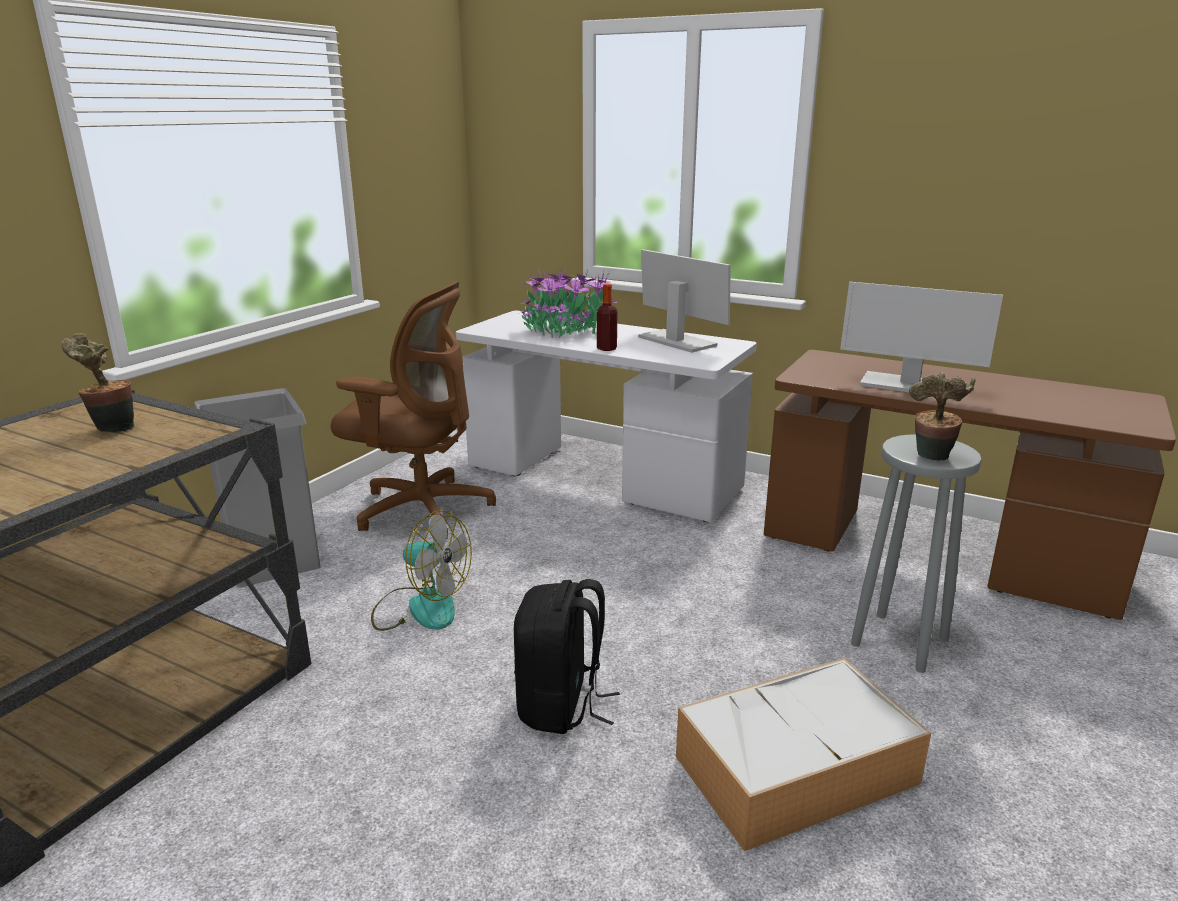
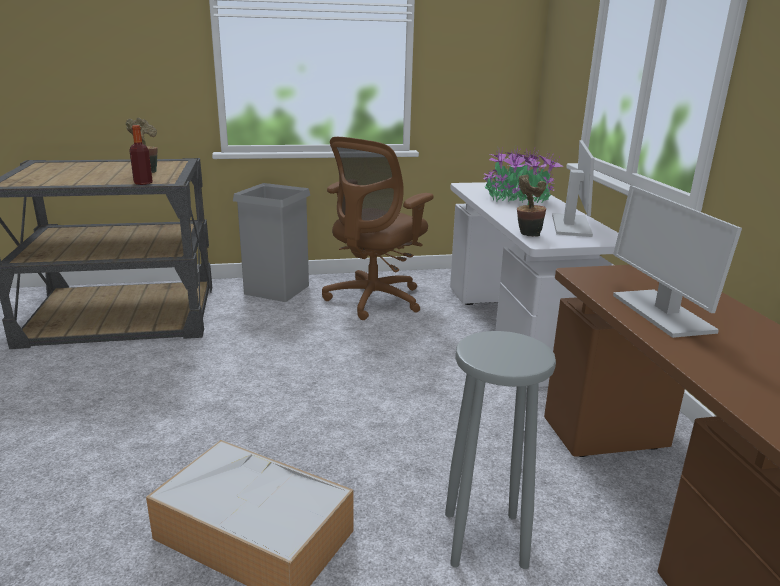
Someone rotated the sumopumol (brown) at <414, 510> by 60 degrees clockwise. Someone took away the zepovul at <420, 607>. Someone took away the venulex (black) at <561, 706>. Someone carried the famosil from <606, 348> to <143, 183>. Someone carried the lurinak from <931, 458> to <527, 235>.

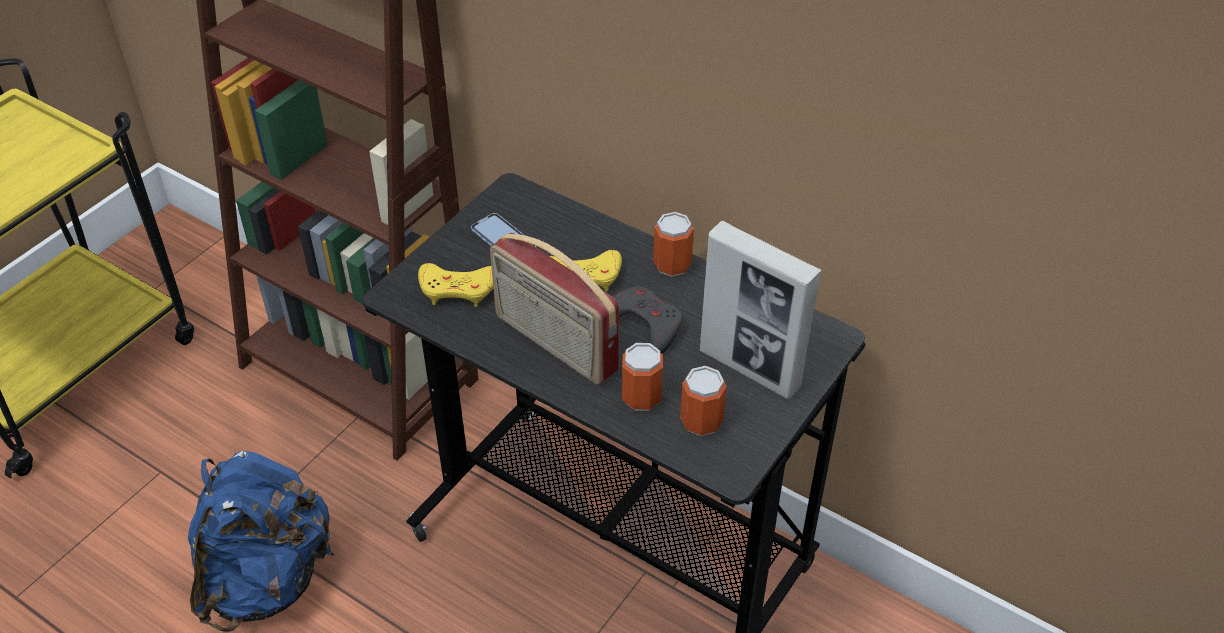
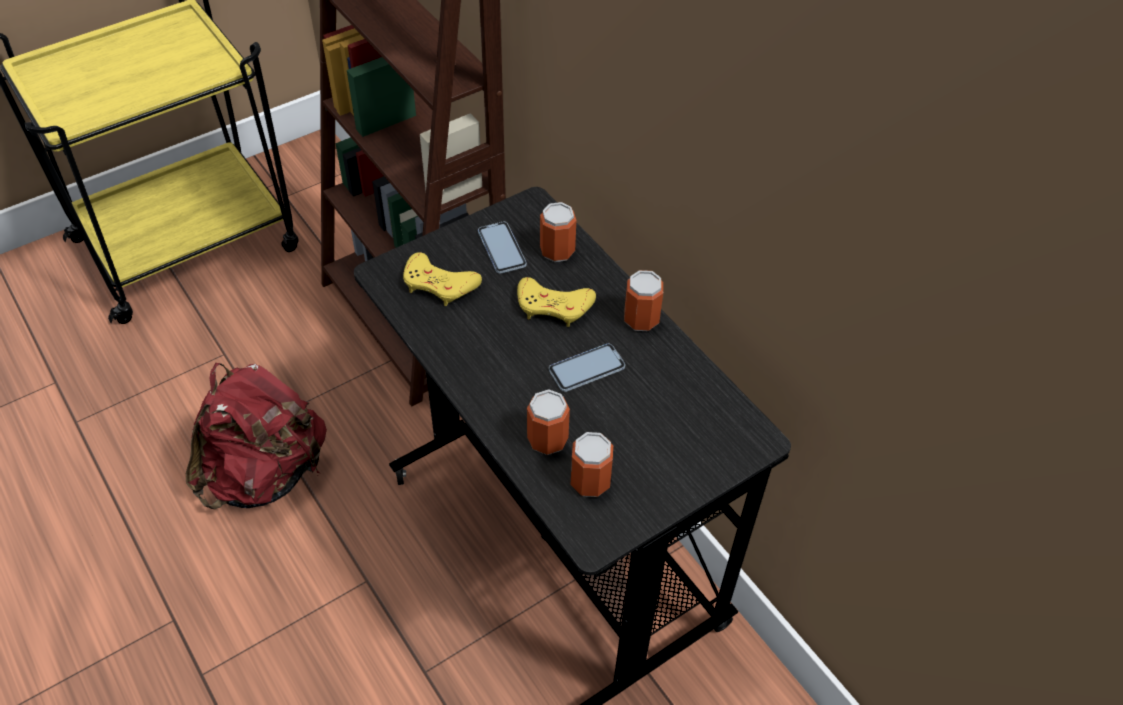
Someone repainted the venulex (blue) at <267, 579>, which became the venulex (red) at <265, 474>. Someone took away the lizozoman at <554, 345>. Someone swapped the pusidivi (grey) at <644, 323> for the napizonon at <586, 369>. Someone took away the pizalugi at <750, 369>. Someone put down the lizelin at <557, 251>.

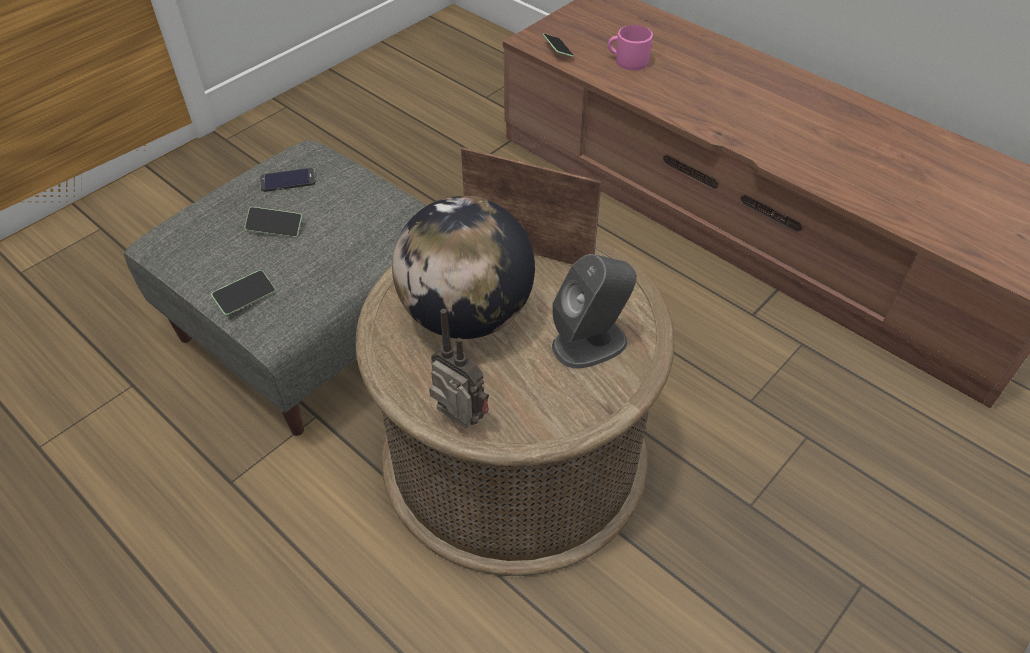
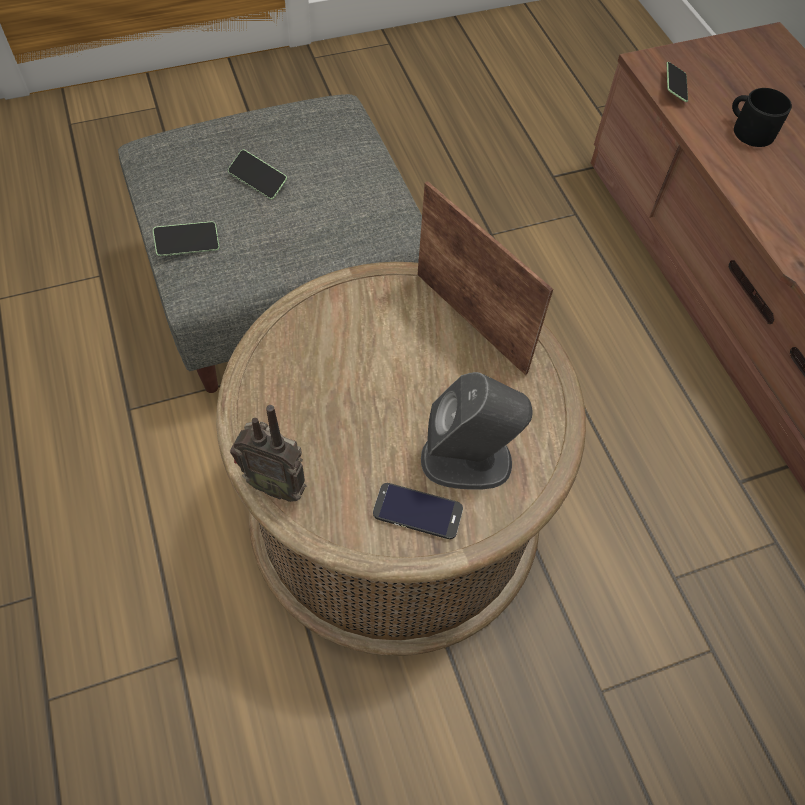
Someone carried the napizonon from <288, 180> to <417, 511>. Someone took away the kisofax at <466, 315>. Someone rotated the lizozoman at <459, 422> by 135 degrees clockwise. Someone repainted the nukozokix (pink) at <627, 60>, which became the nukozokix (black) at <749, 129>.

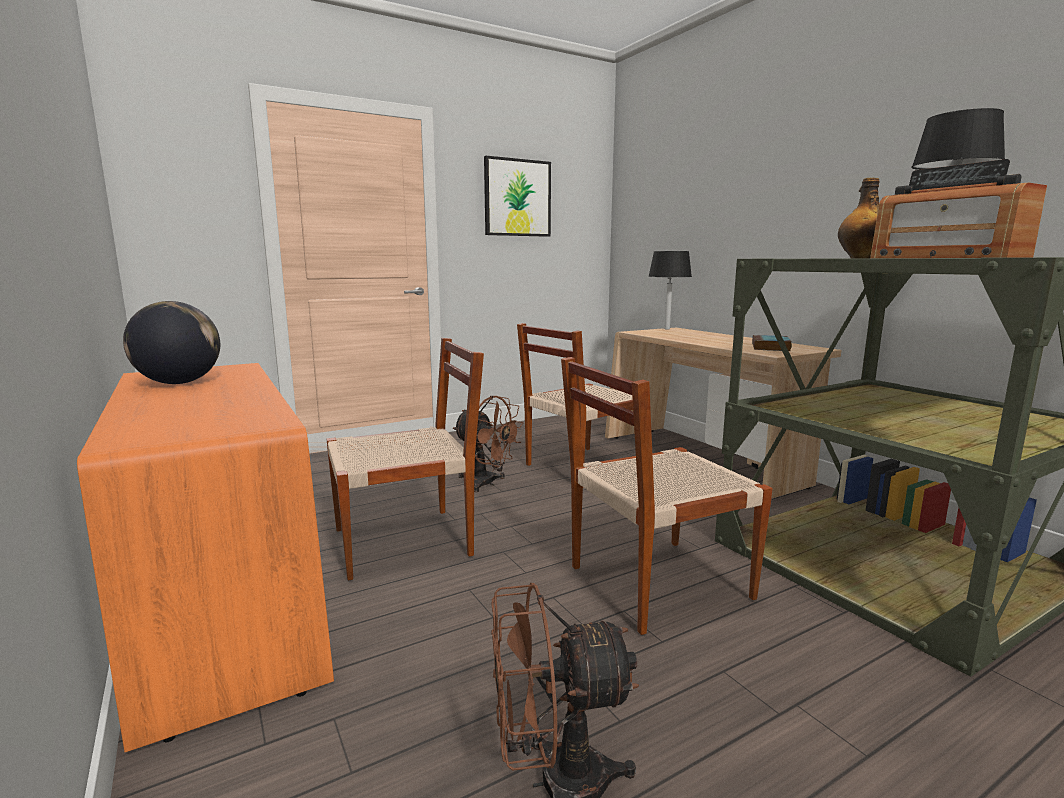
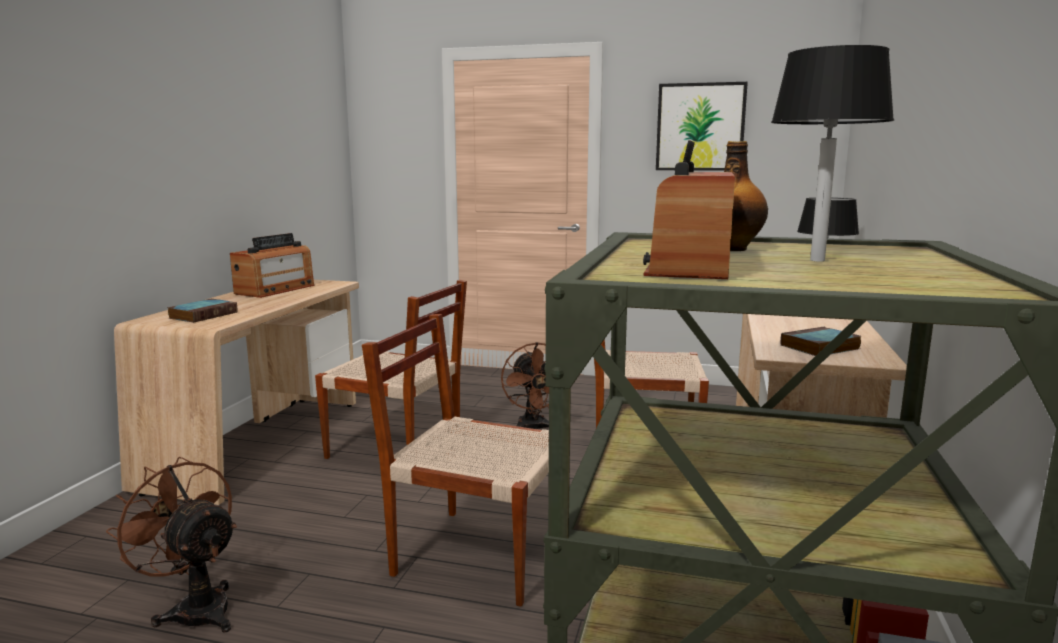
Someone repainted the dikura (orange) at <224, 600>, which became the dikura (beige) at <262, 443>. Someone swapped the kisofax at <179, 383> for the lizozoman at <275, 289>. Someone put down the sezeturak at <204, 315>.

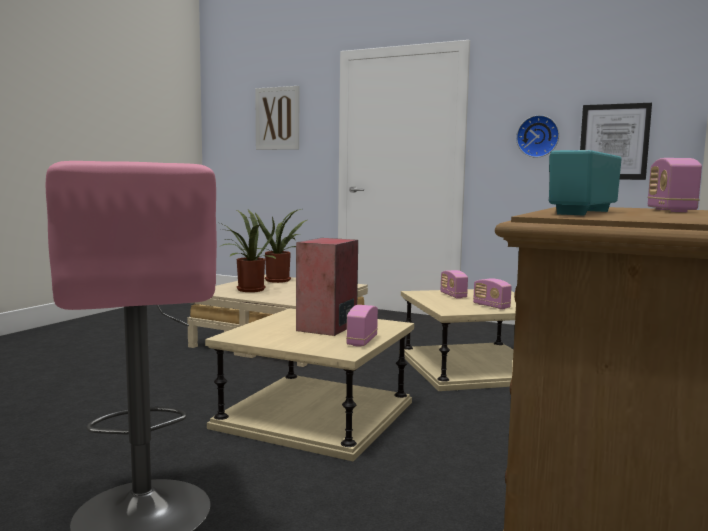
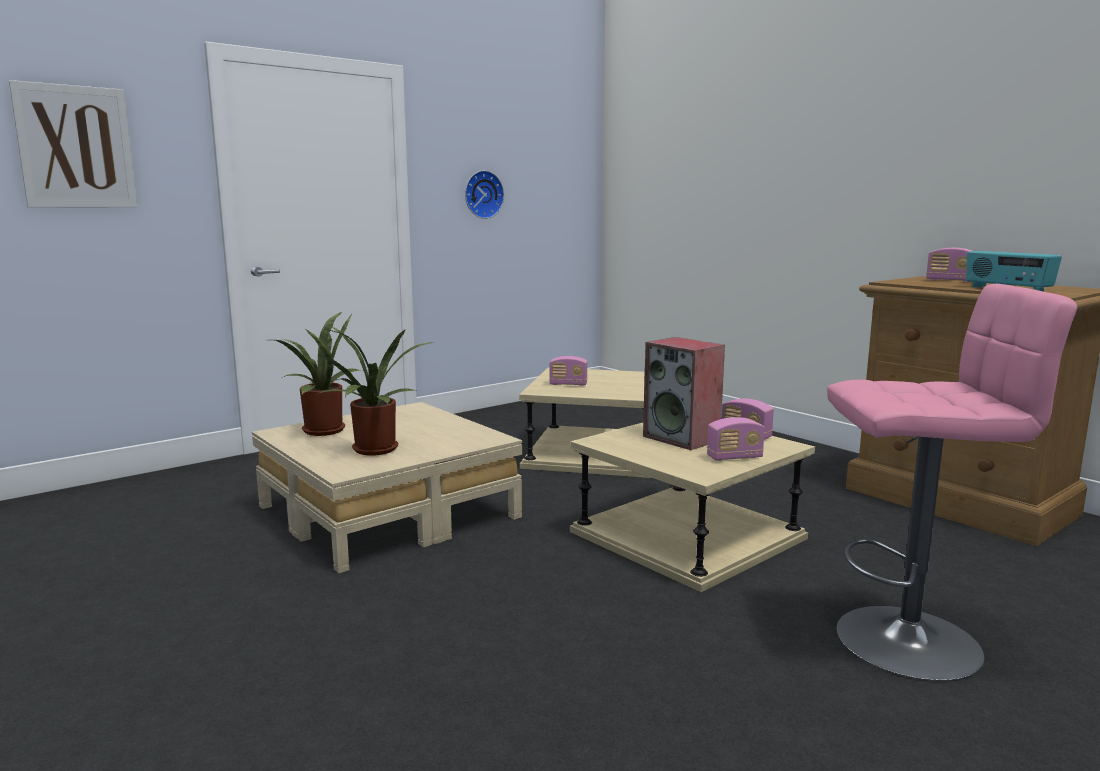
Someone carried the lizozoman from <491, 306> to <734, 457>. Someone took away the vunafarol at <614, 142>.

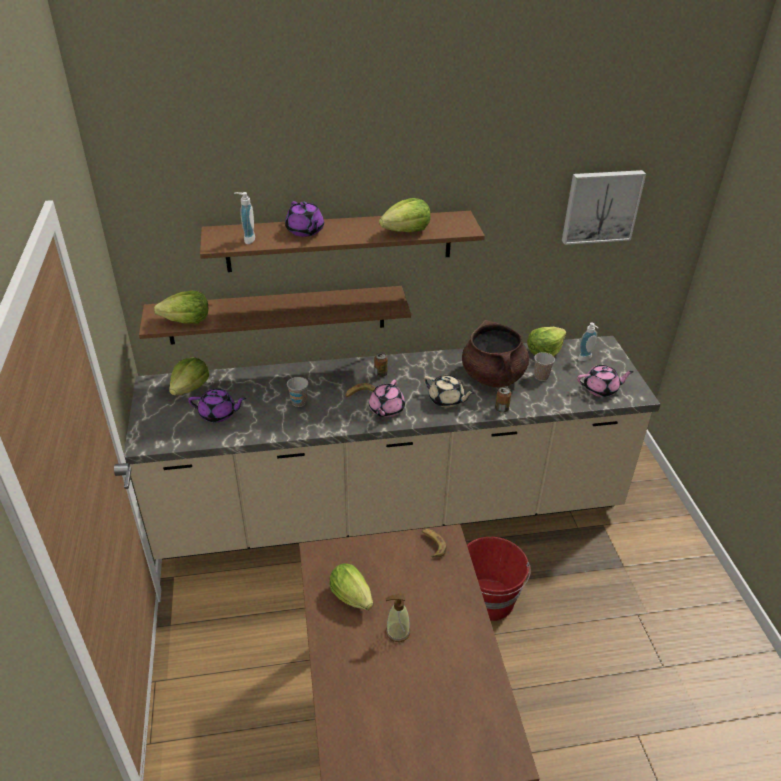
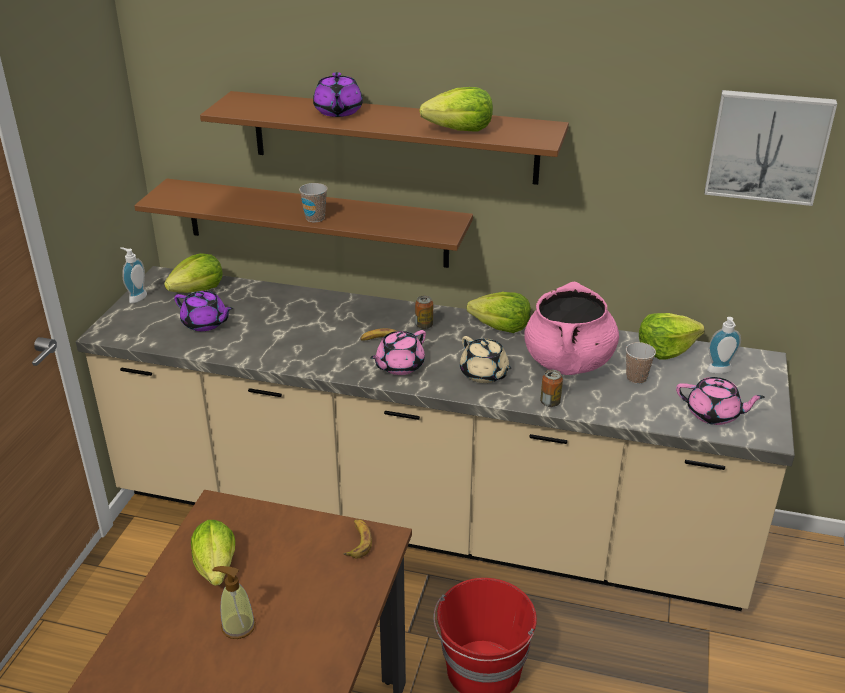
Someone carried the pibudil from <187, 321> to <501, 327>. Someone carried the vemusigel from <247, 239> to <136, 297>. Someone carried the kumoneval from <299, 402> to <315, 218>. Someone repainted the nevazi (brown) at <493, 376>, which became the nevazi (pink) at <568, 362>.

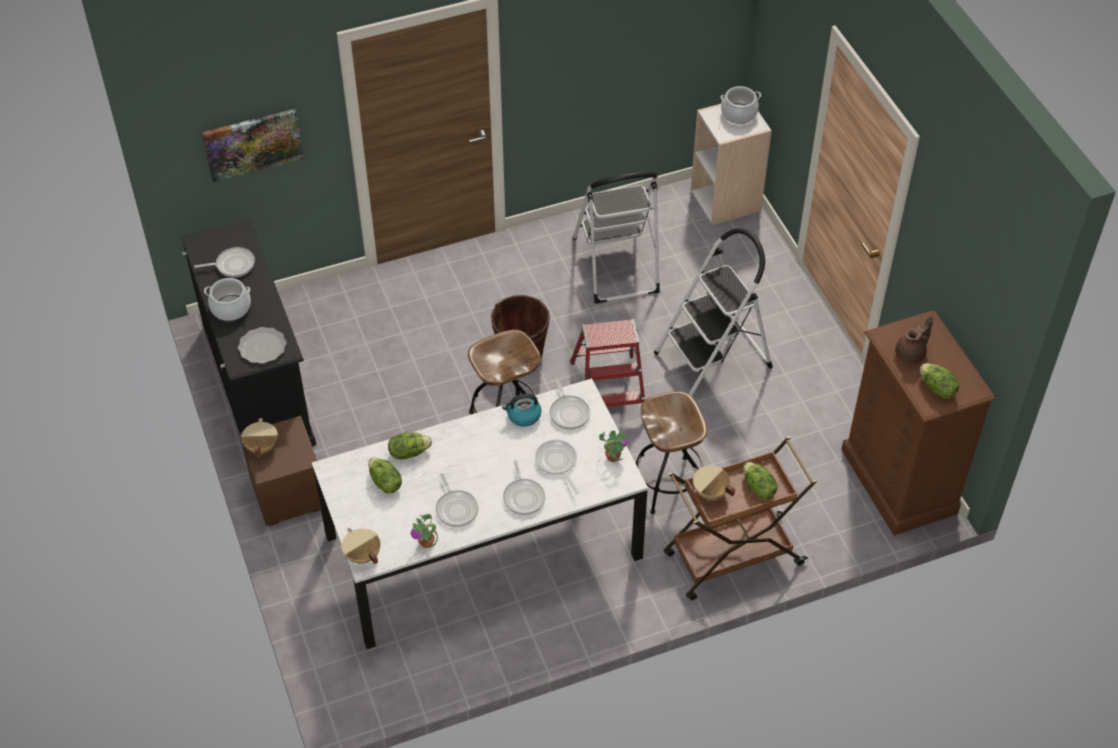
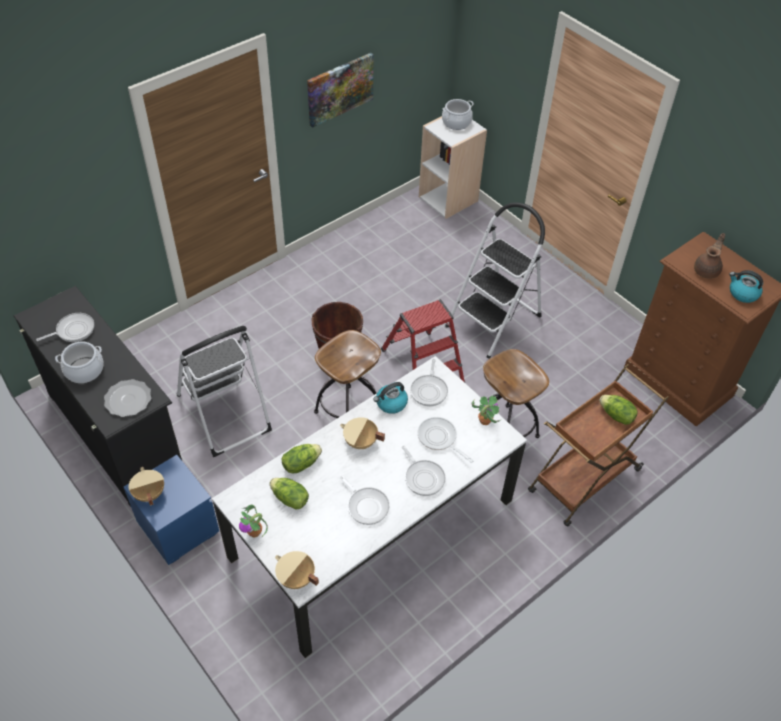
Someone carried the vunafarol from <253, 143> to <340, 89>. Someone repainted the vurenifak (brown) at <286, 493>, which became the vurenifak (blue) at <177, 528>. Someone carried the lurinak from <427, 543> to <255, 532>. Someone rotated the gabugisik at <569, 412> by 45 degrees clockwise. Someone carried the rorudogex from <615, 267> to <224, 414>. Someone carried the nevazi (beige) from <710, 492> to <360, 442>. Someone swapped the pibudil at <937, 388> for the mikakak at <742, 293>.

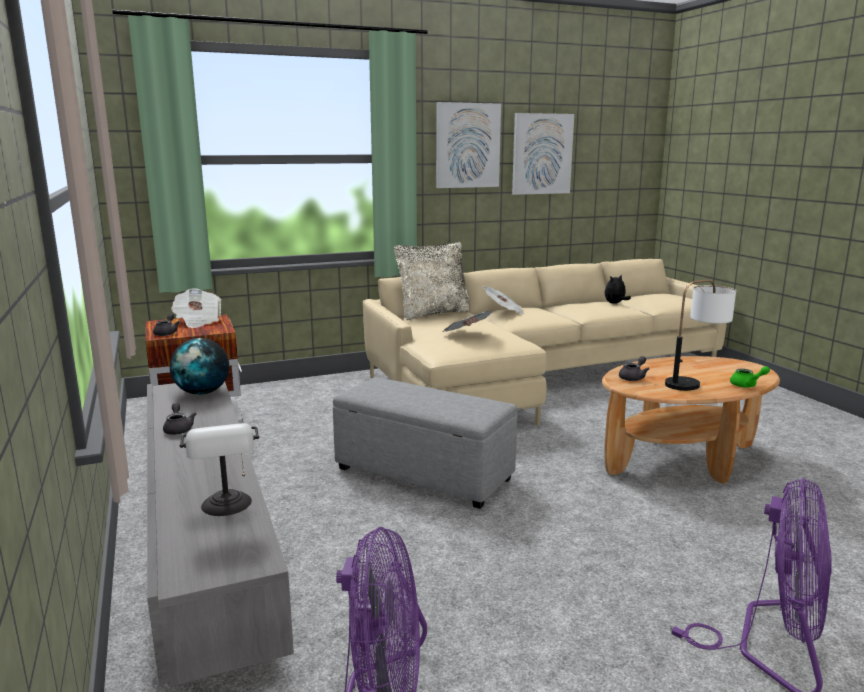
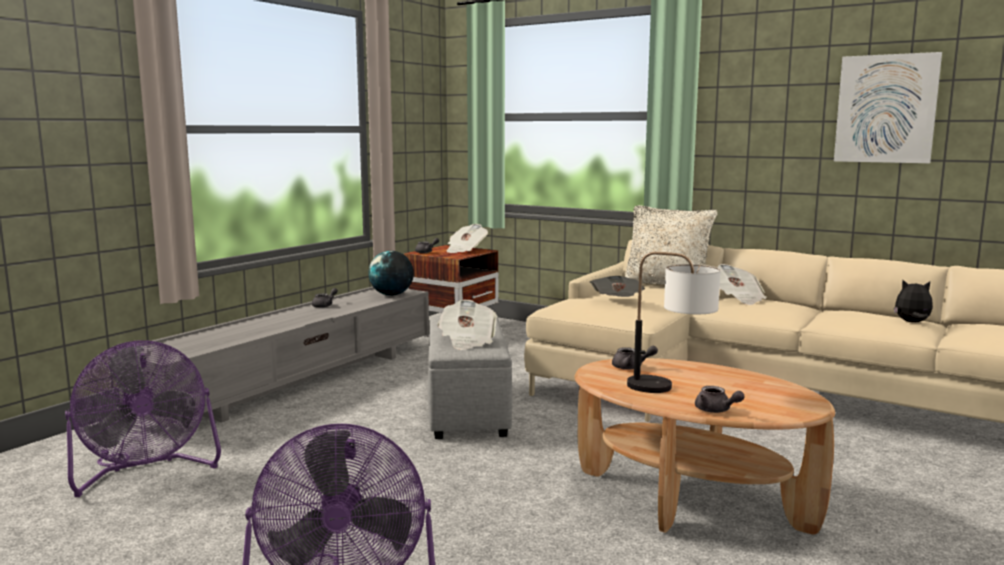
Someone took away the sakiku at <228, 508>. Someone took away the vunafarol at <467, 145>. Someone repainted the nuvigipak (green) at <747, 385>, which became the nuvigipak (grey) at <716, 411>. Someone put down the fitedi at <467, 341>.

